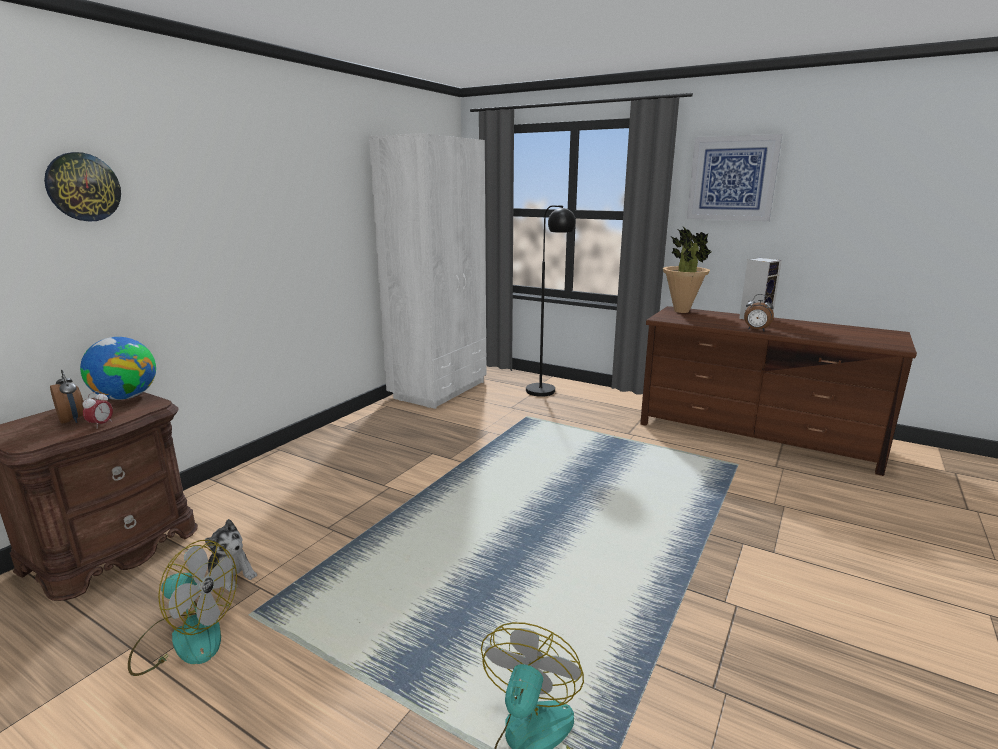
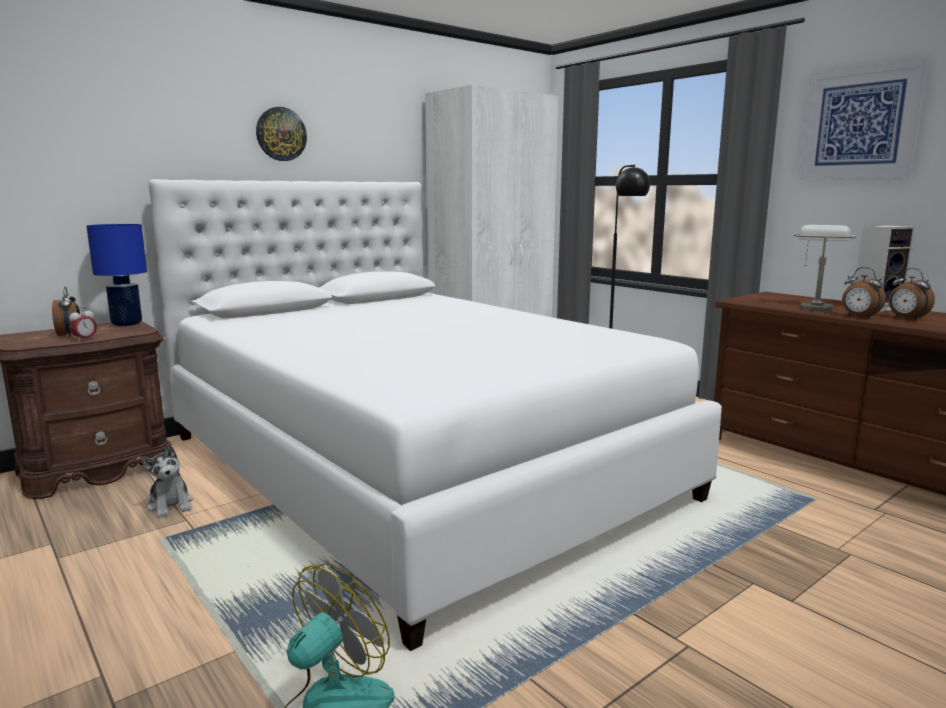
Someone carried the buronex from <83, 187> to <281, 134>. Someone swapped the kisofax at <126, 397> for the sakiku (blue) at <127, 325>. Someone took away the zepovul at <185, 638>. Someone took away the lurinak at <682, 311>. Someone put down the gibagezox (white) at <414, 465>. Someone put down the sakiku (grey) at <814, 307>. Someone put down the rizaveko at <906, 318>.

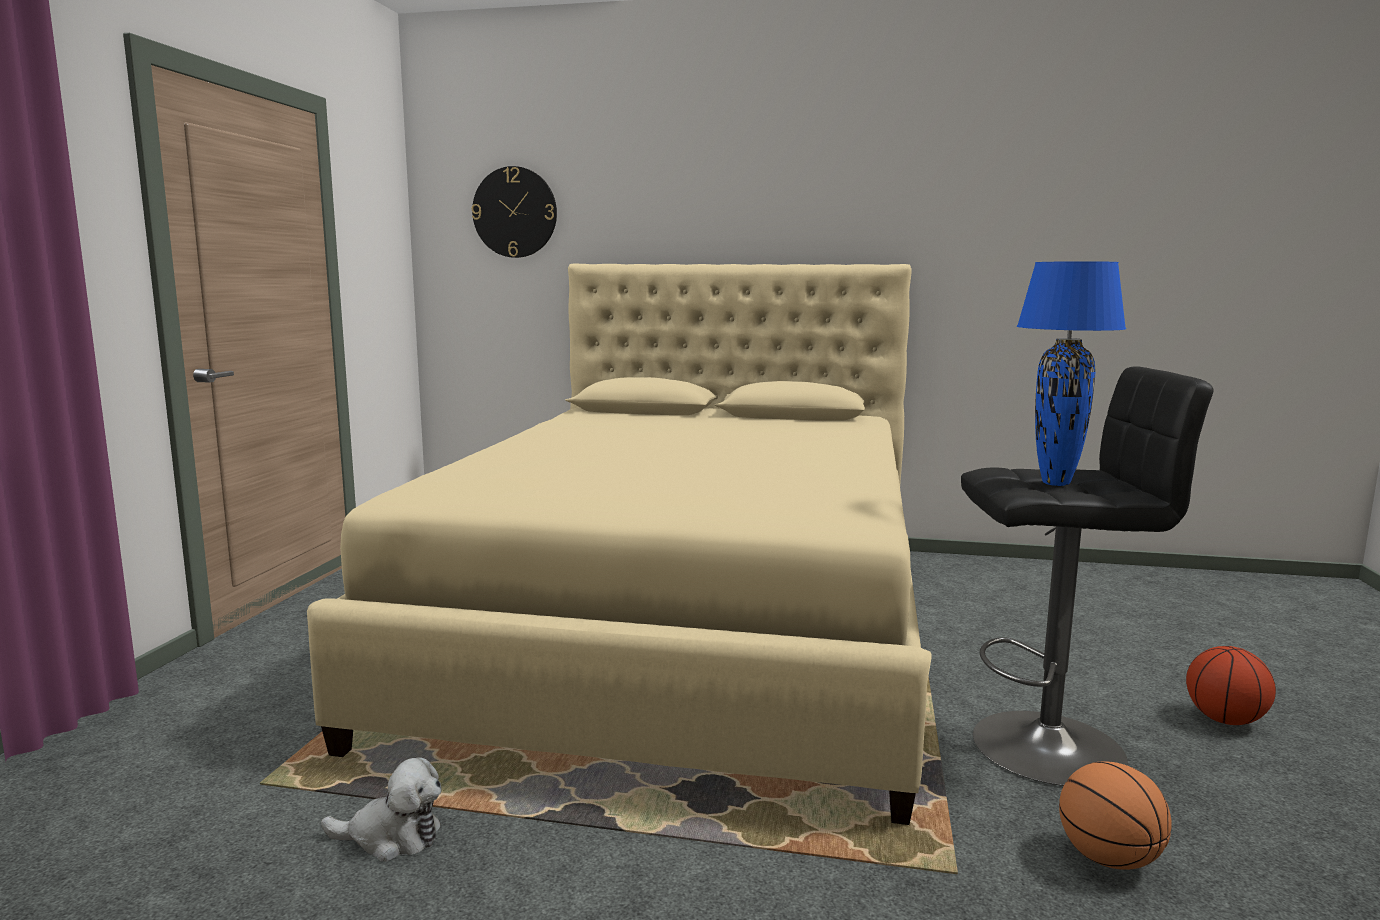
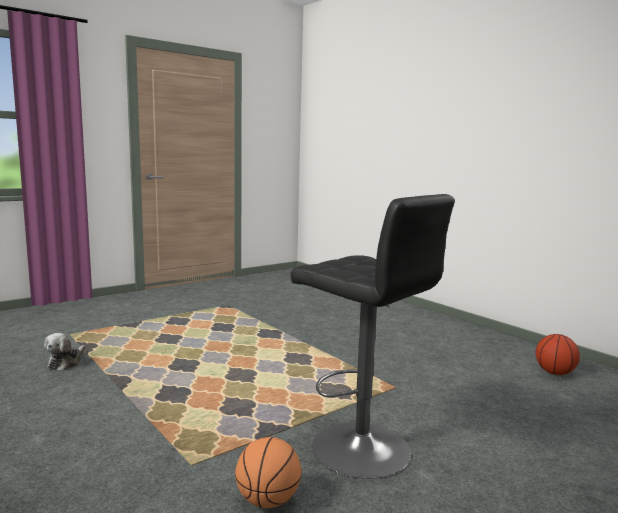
Someone took away the gibagezox (beige) at <687, 626>. Someone rotated the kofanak at <391, 837> by 60 degrees clockwise. Someone took away the buronex at <515, 212>. Someone took away the sakiku (blue) at <1055, 483>. Someone carried the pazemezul from <1225, 720> to <555, 373>.

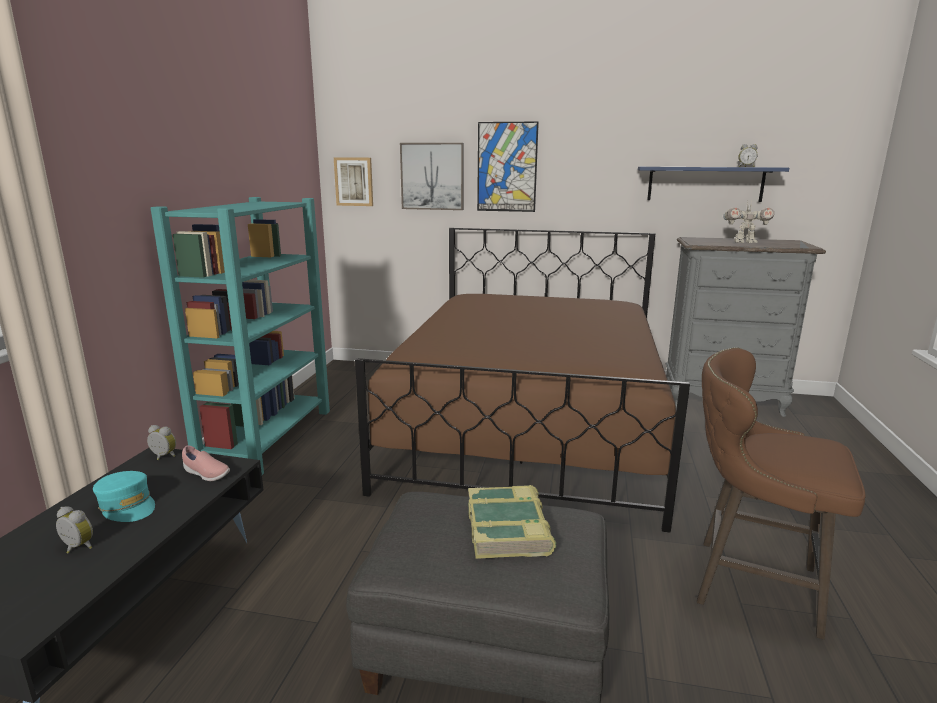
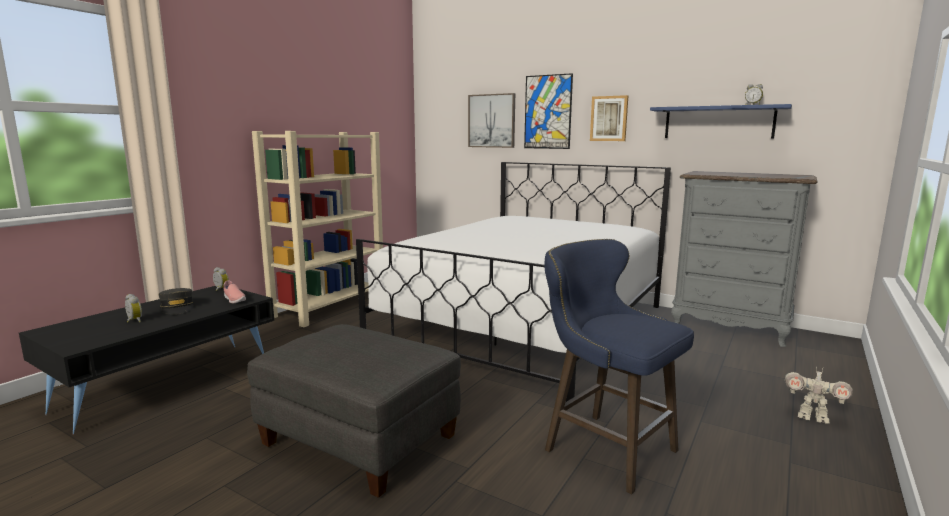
Someone repainted the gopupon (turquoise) at <127, 506>, which became the gopupon (grey) at <177, 308>. Someone repainted the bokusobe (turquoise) at <268, 437>, which became the bokusobe (beige) at <330, 306>. Someone carried the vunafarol from <354, 181> to <609, 118>. Someone repainted the gibagezox (brown) at <529, 428>, which became the gibagezox (white) at <526, 324>. Someone took away the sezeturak at <509, 529>. Someone repainted the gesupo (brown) at <748, 582>, which became the gesupo (blue) at <605, 447>. Someone carried the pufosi from <744, 242> to <812, 417>.

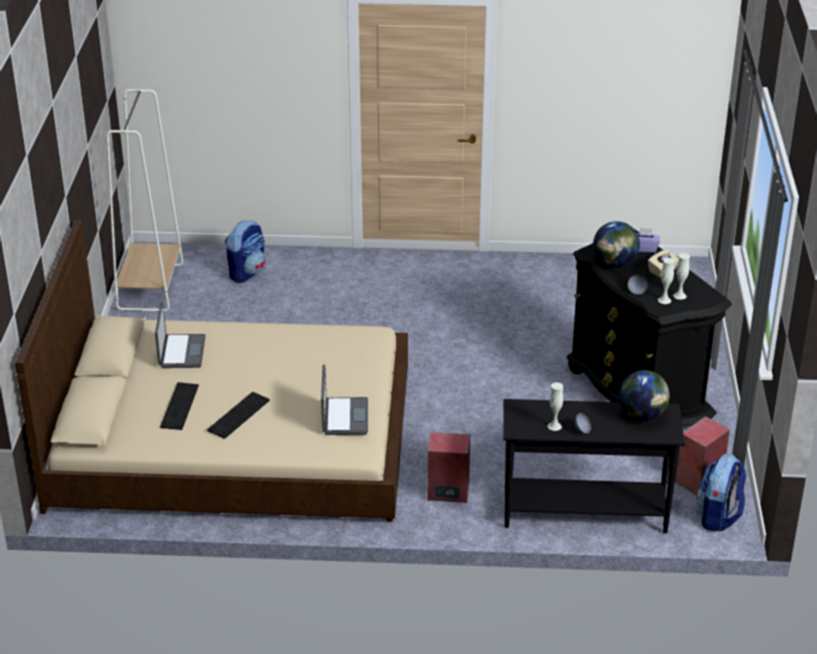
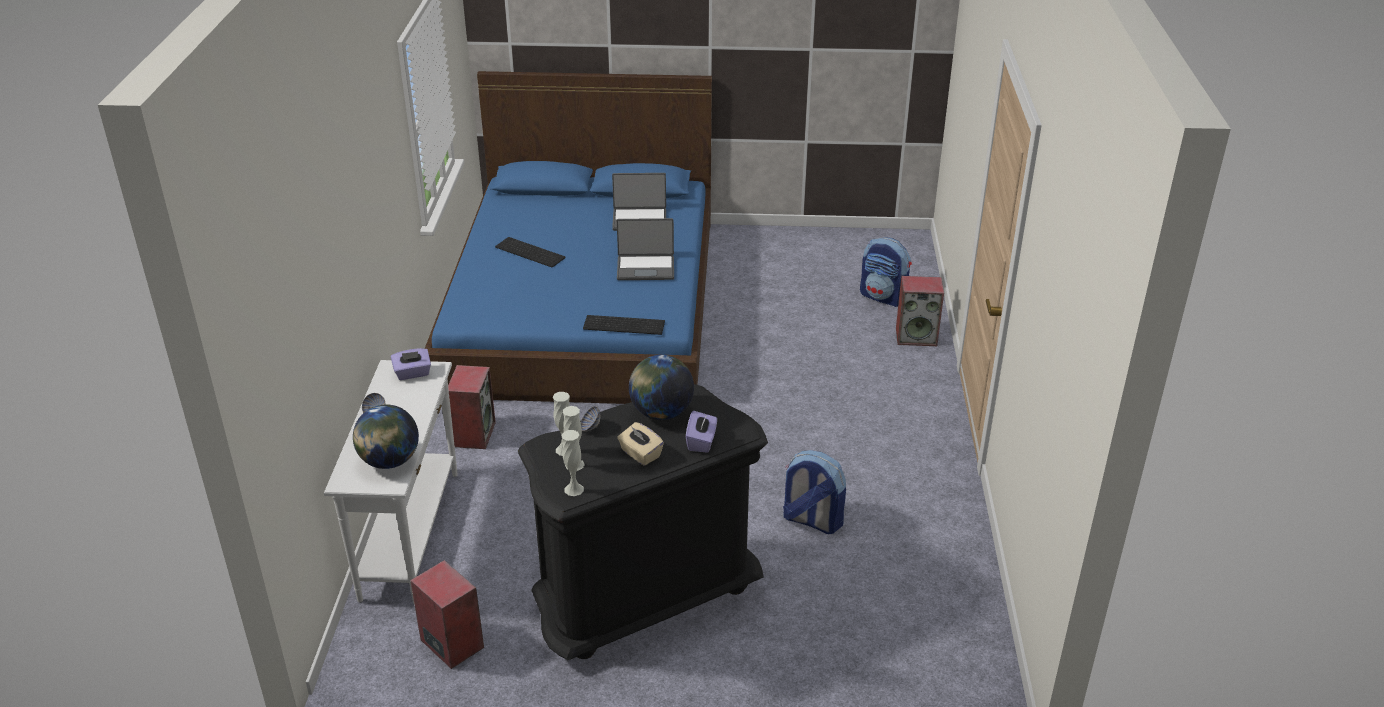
Someone repainted the gibagezox (beige) at <233, 438>, which became the gibagezox (blue) at <584, 303>. Someone took away the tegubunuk at <150, 287>. Someone carried the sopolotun from <178, 405> to <625, 324>. Someone carried the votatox from <344, 417> to <645, 268>. Someone repainted the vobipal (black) at <583, 515>, which became the vobipal (white) at <409, 534>. Someone carried the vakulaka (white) from <554, 426> to <574, 489>. Someone carried the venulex from <719, 517> to <811, 520>. Someone put down the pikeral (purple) at <412, 373>. Someone put down the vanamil at <916, 336>.

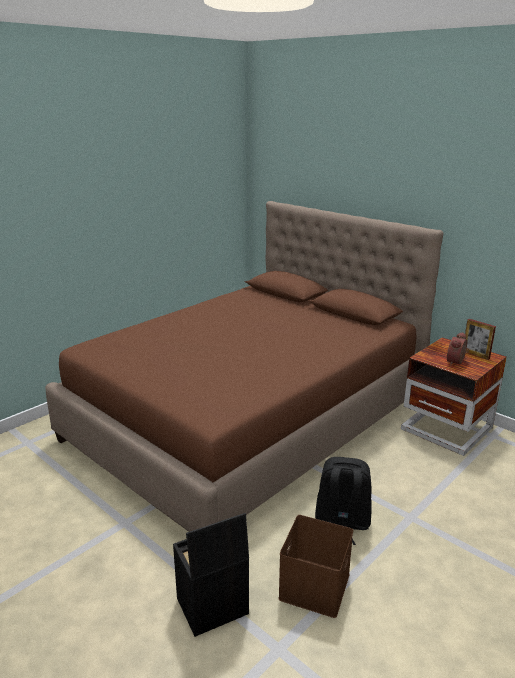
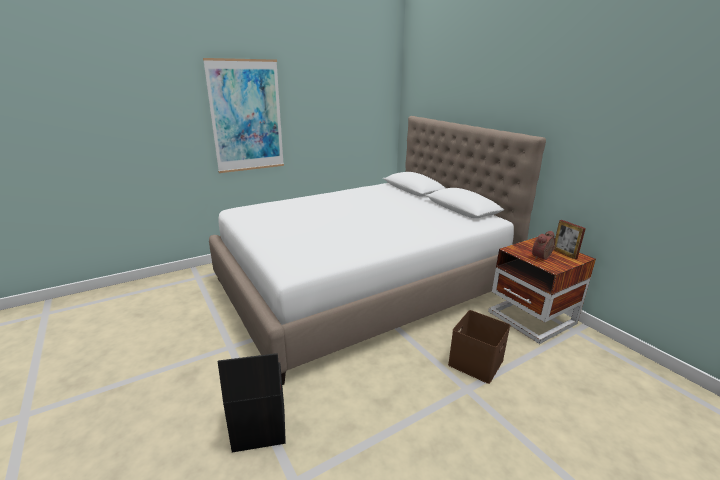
Someone repainted the gibagezox (brown) at <250, 419>, which became the gibagezox (white) at <364, 285>. Someone carried the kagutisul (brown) from <315, 587> to <476, 363>. Someone took away the venulex (black) at <341, 523>. Someone put up the vunafarol at <246, 116>.

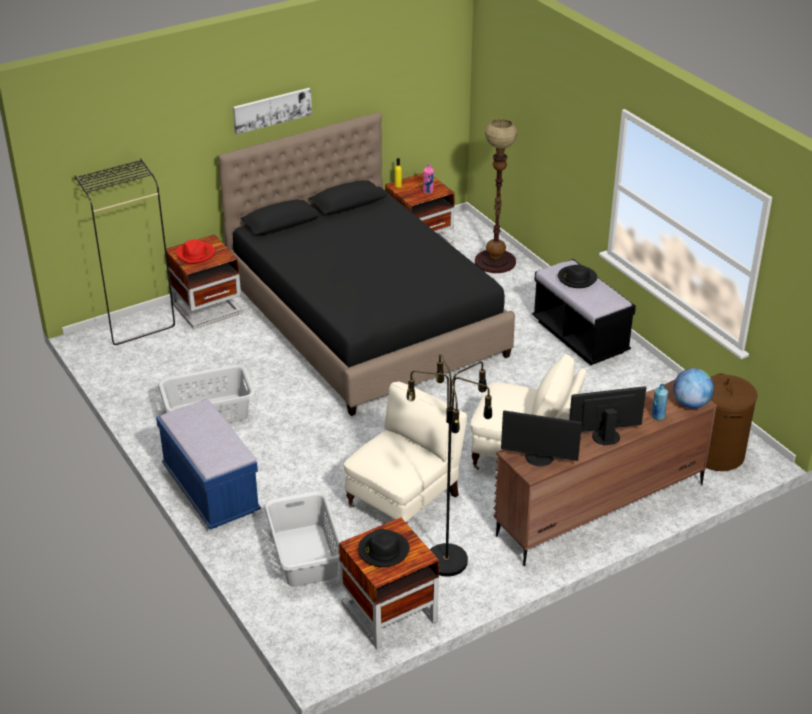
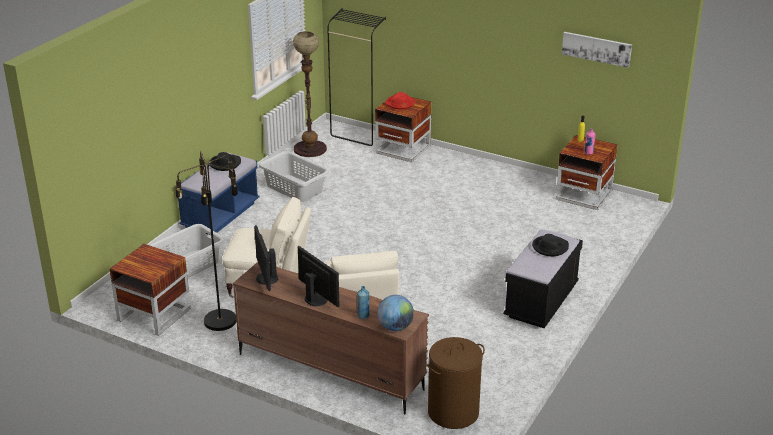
Someone took away the gibagezox (black) at <365, 319>. Someone carried the vunafarol from <272, 110> to <596, 48>. Someone carried the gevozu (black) from <383, 551> to <225, 164>. Someone carried the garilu from <495, 262> to <310, 149>.

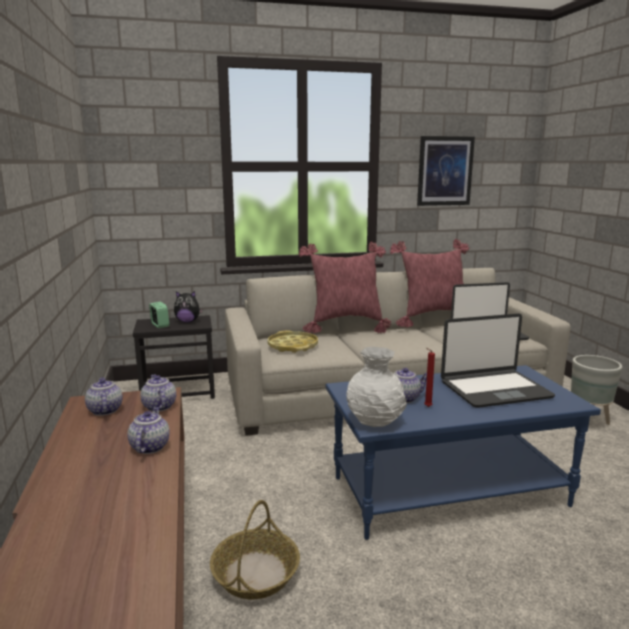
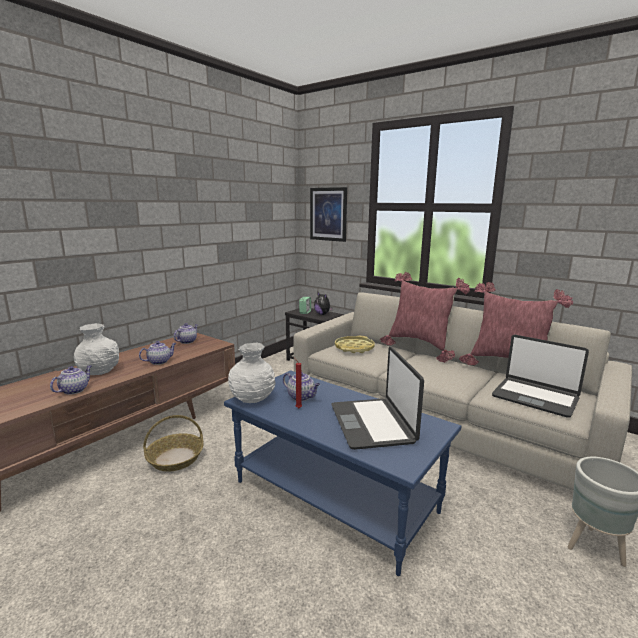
Someone carried the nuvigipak from <158, 406> to <74, 390>. Someone carried the vunafarol from <445, 171> to <328, 214>. Someone rotated the votatox at <494, 389> by 45 degrees clockwise. Someone put down the vakulaka (white) at <100, 371>.

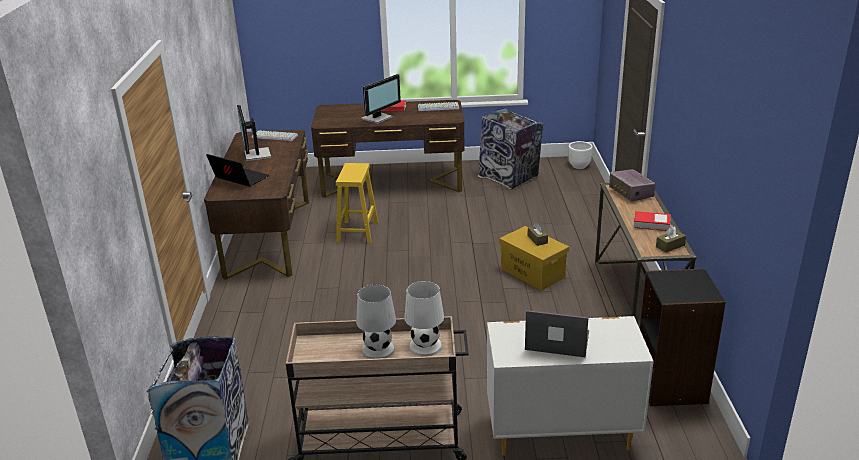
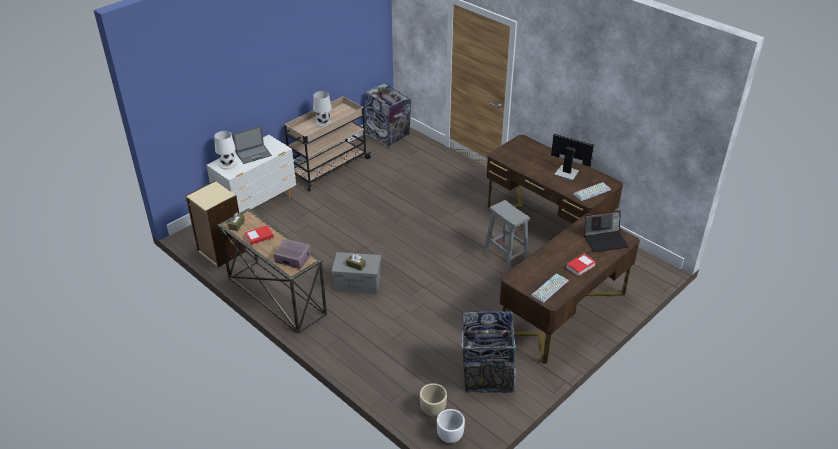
Someone carried the votatox from <239, 179> to <605, 240>. Someone repainted the gesupo (yellow) at <357, 232>, which became the gesupo (grey) at <505, 254>. Someone took away the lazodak at <378, 118>. Someone carried the sakiku (white) from <425, 346> to <228, 164>. Someone repainted the kagutisul (yellow) at <533, 273>, which became the kagutisul (grey) at <357, 283>. Someone repainted the bokusobe (black) at <671, 385>, which became the bokusobe (beige) at <221, 251>. Someone put down the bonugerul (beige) at <432, 410>.

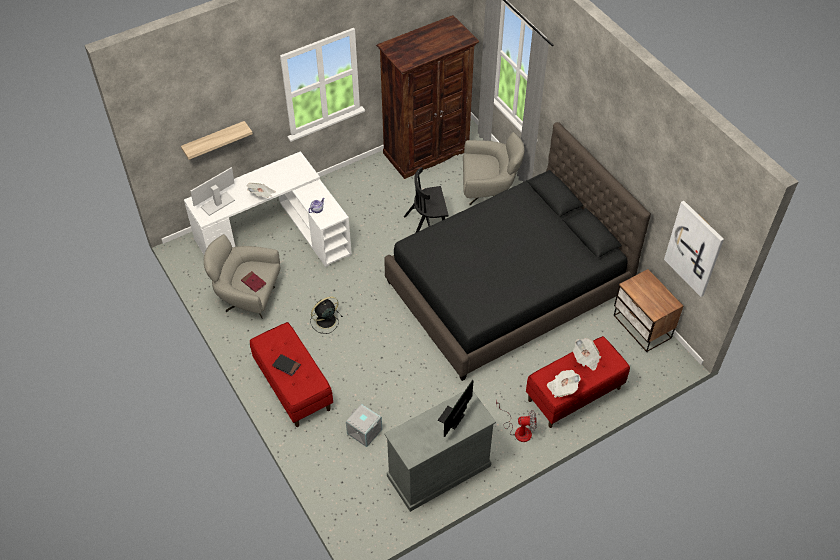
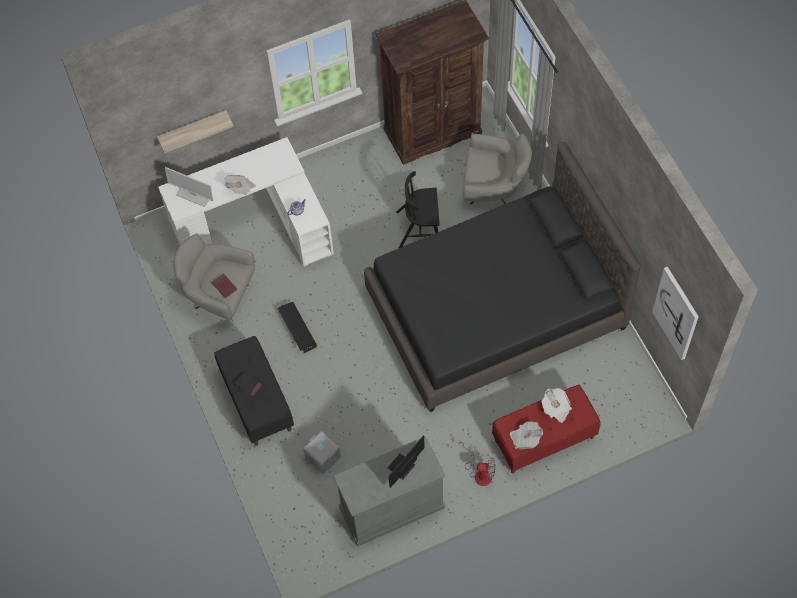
Someone rotated the lazodak at <218, 203> by 120 degrees counterclockwise. Someone repainted the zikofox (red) at <293, 386>, which became the zikofox (black) at <256, 400>. Someone swapped the zepovul (black) at <325, 321> for the kagutisul (black) at <297, 329>. Someone took away the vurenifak at <641, 327>.

